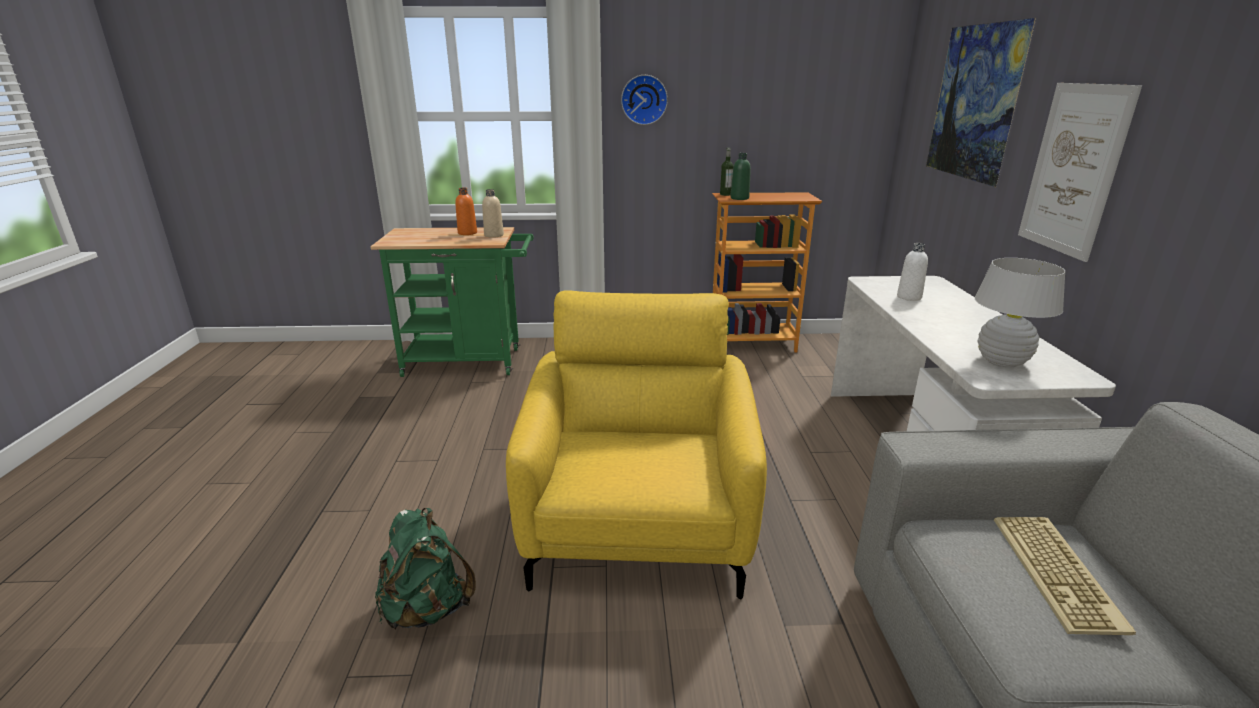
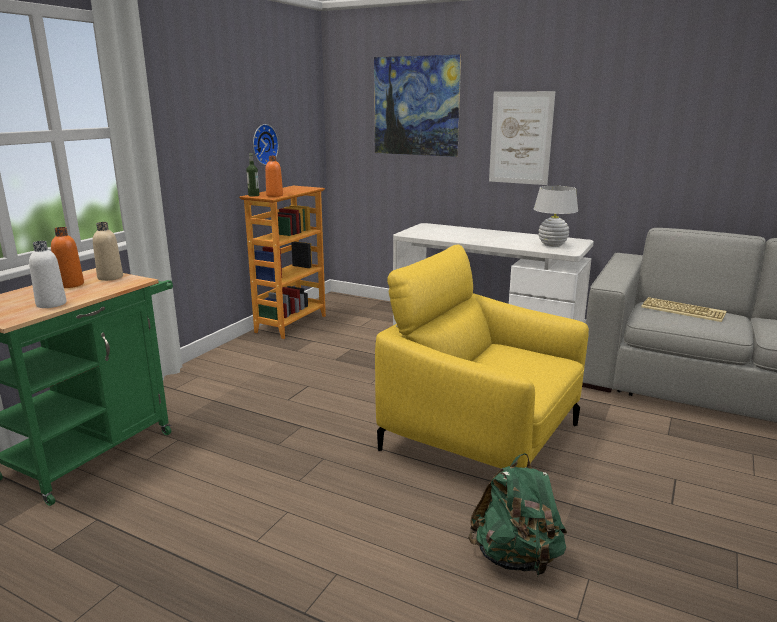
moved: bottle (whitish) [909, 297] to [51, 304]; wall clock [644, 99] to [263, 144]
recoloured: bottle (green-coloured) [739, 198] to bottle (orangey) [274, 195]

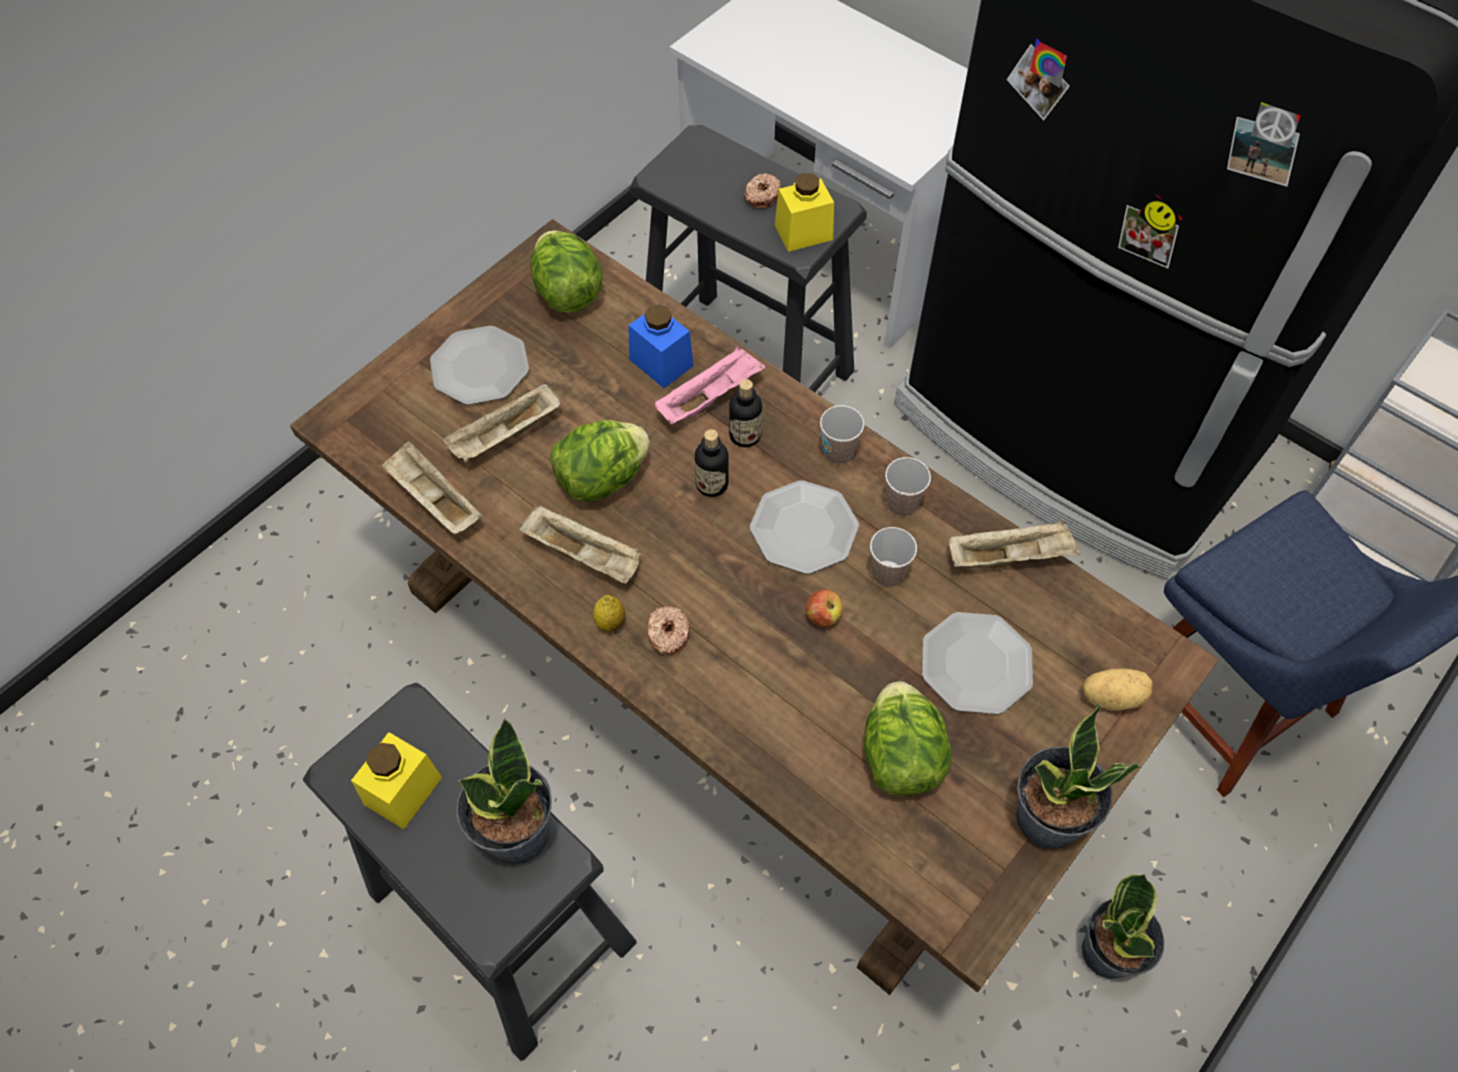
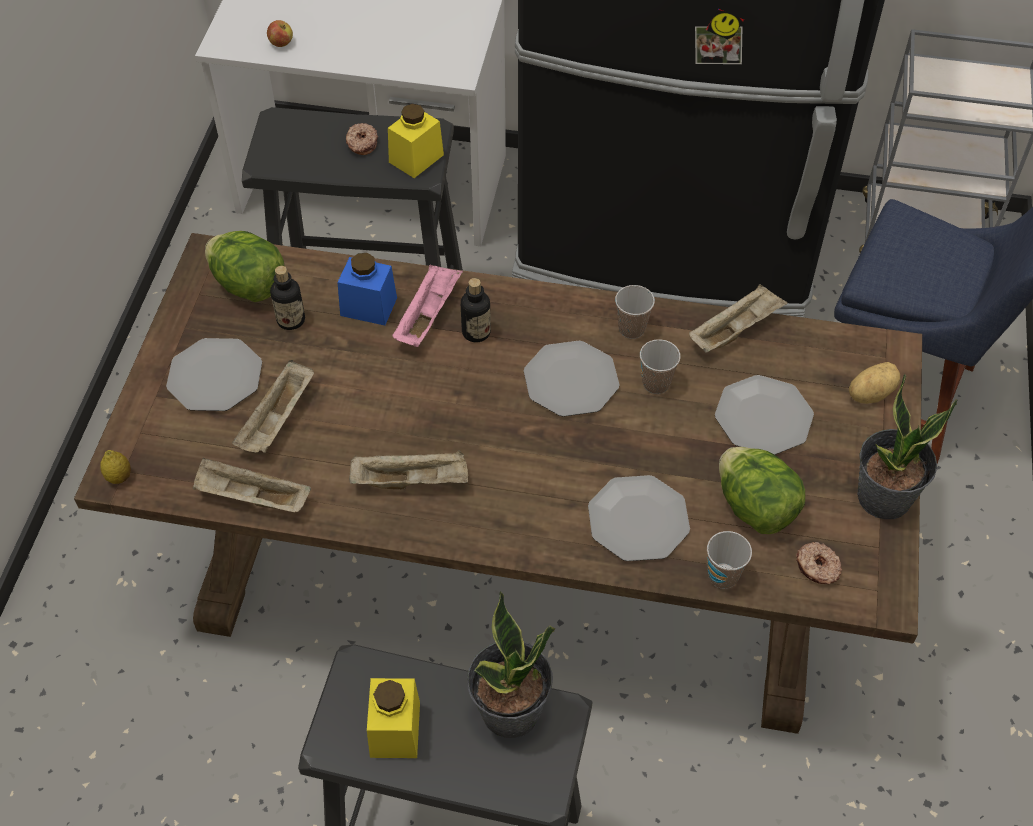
removed: lettuce head [601, 478]; houseplant [1109, 952]
added: flat dish [638, 520]
moved: citrus fruit [610, 622] to [119, 477]; apple fruit [823, 616] to [281, 43]; bottle [712, 484] to [291, 320]; cup [838, 452] to [723, 576]; donut [668, 634] to [817, 568]

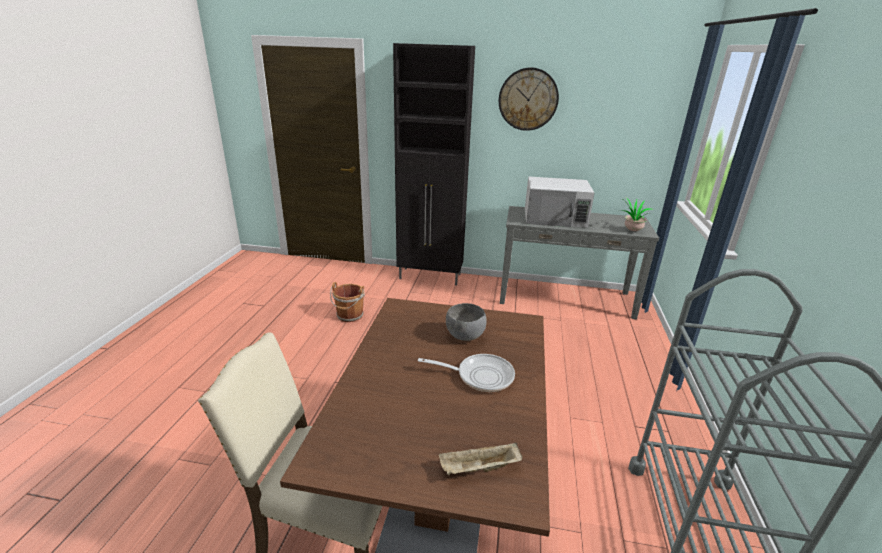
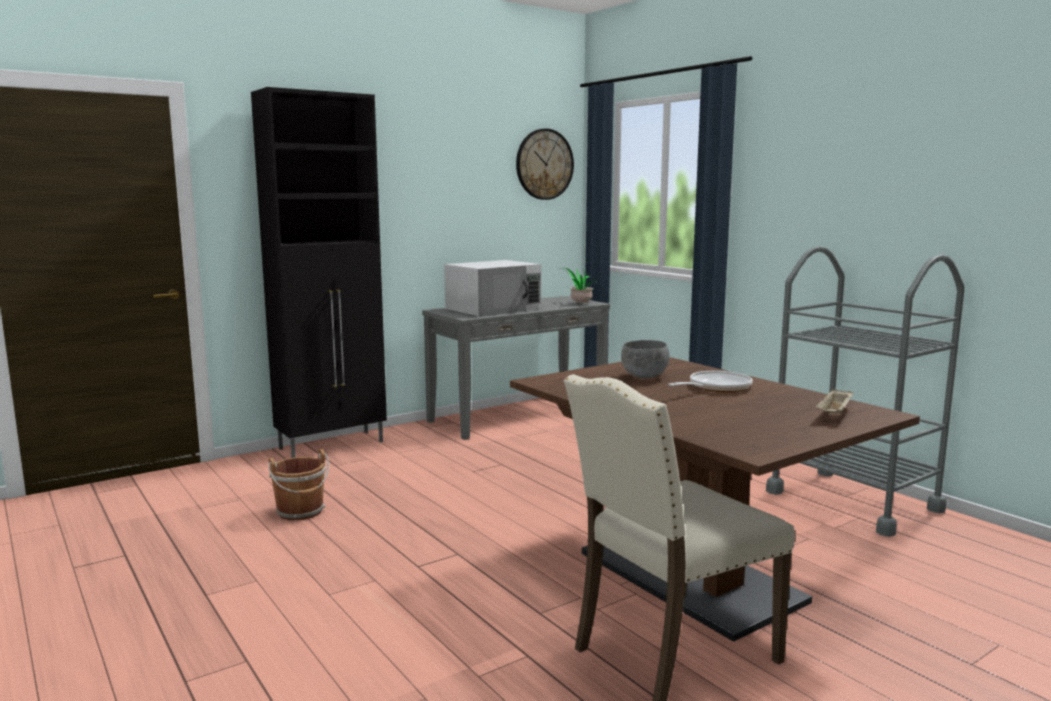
moved: wall clock [528, 99] to [544, 164]

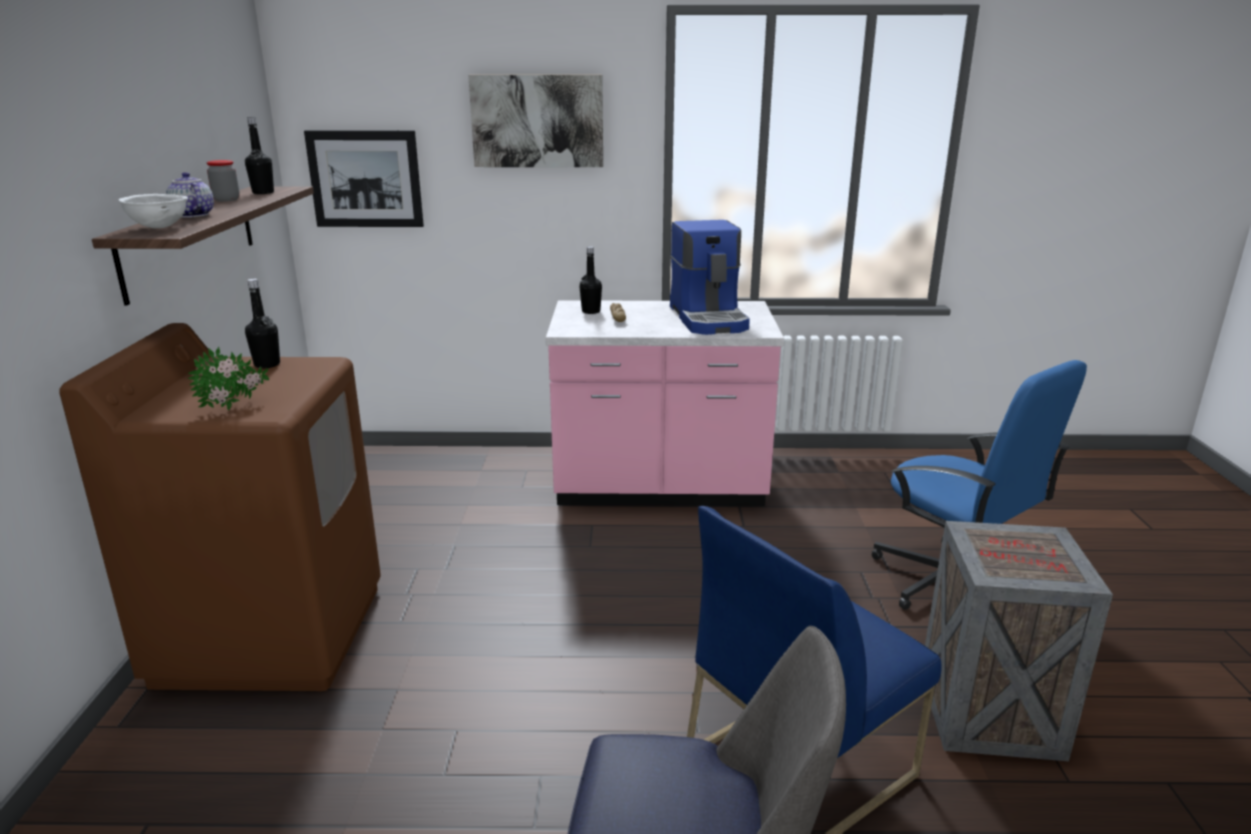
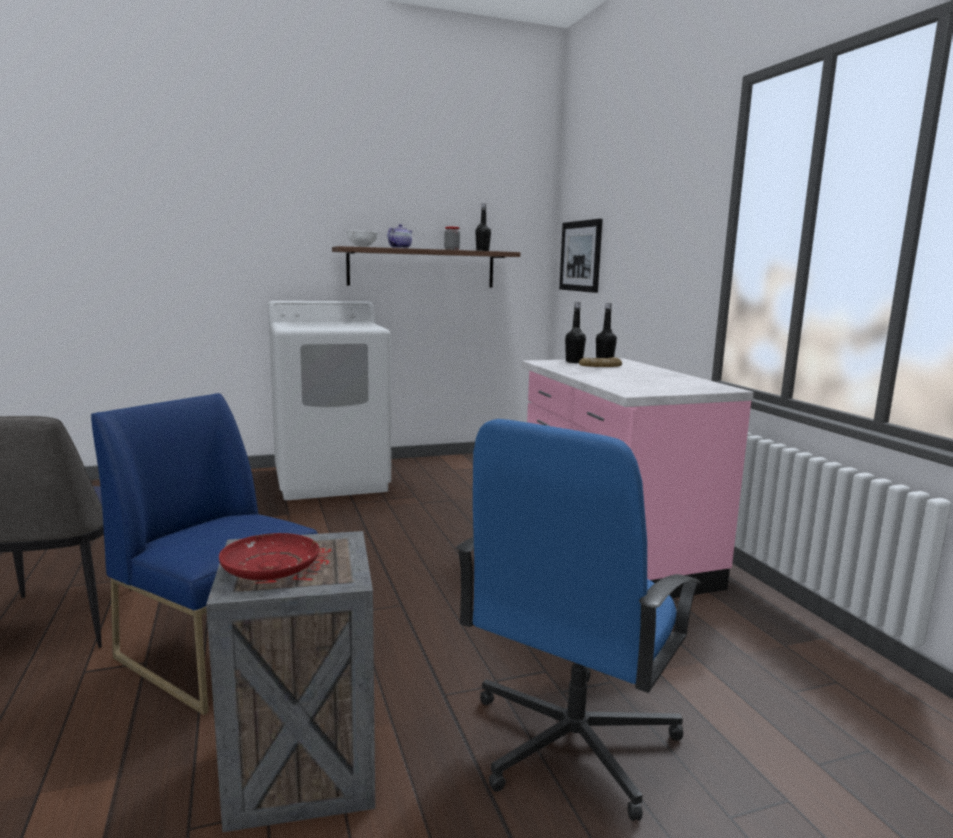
removed: houseplant [235, 407]; picture [537, 121]; coffee maker [709, 318]
added: flat dish (red) [270, 568]
moved: bottle (blackish) [267, 364] to [574, 362]
recoloured: laundry machine (brown-coloured) [272, 632] to laundry machine (whitish) [332, 480]

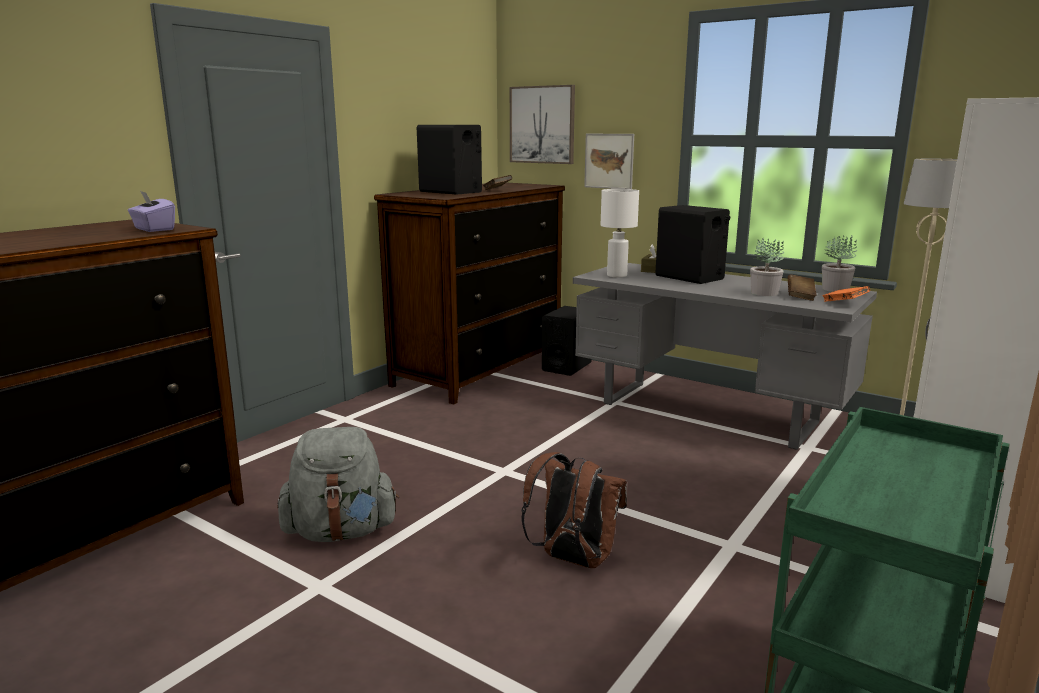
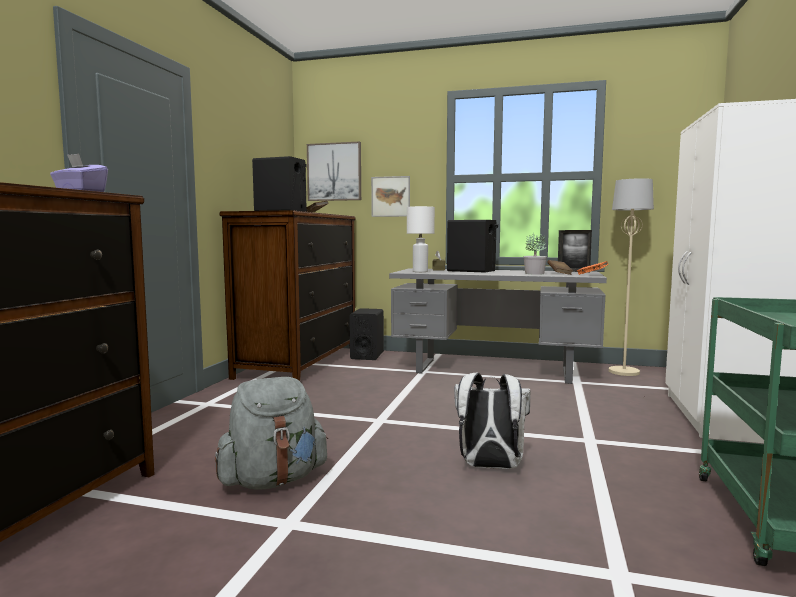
replaced: houseplant [836, 289] to picture frame [573, 271]
recoloured: knapsack (brown-coloured) [572, 559] to knapsack (whitish) [489, 467]

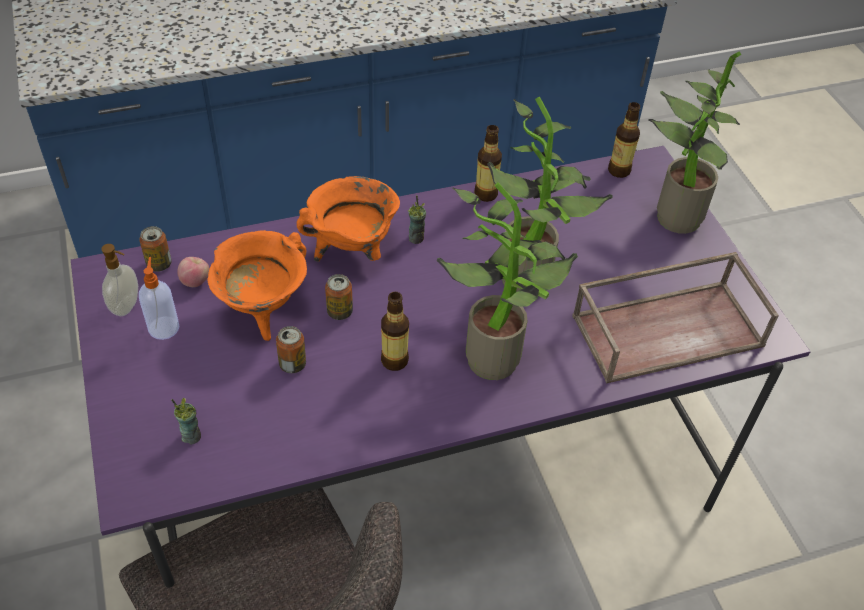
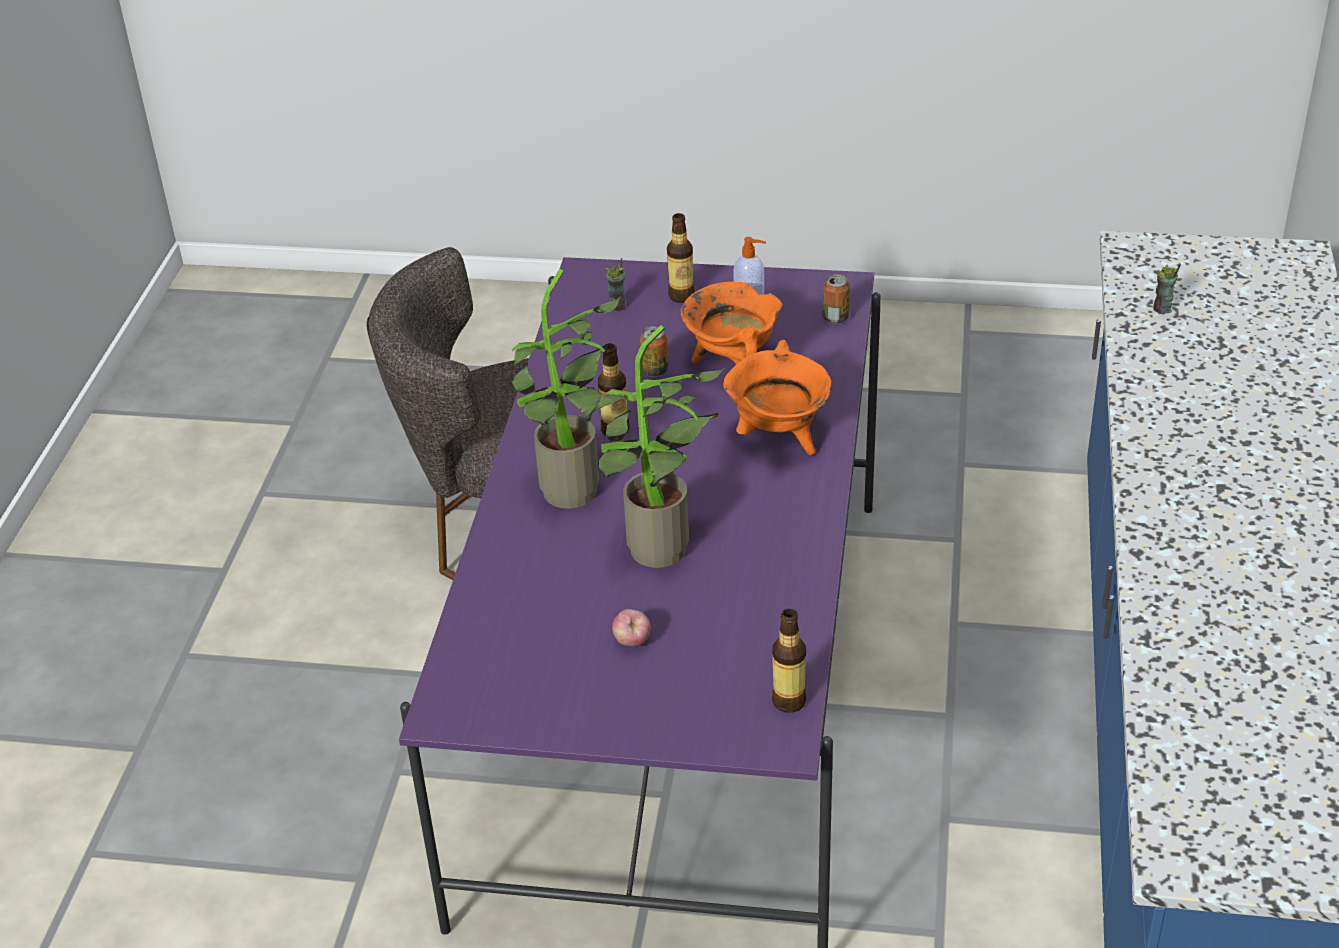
removed: liquid soap bottle [127, 306]; sealed can [339, 312]; carrying tray (brown-coloured) [668, 329]; houseplant [671, 215]
moved: apple fruit [195, 281] to [632, 642]; bottle [485, 194] to [681, 296]; cup [416, 238] to [1162, 309]

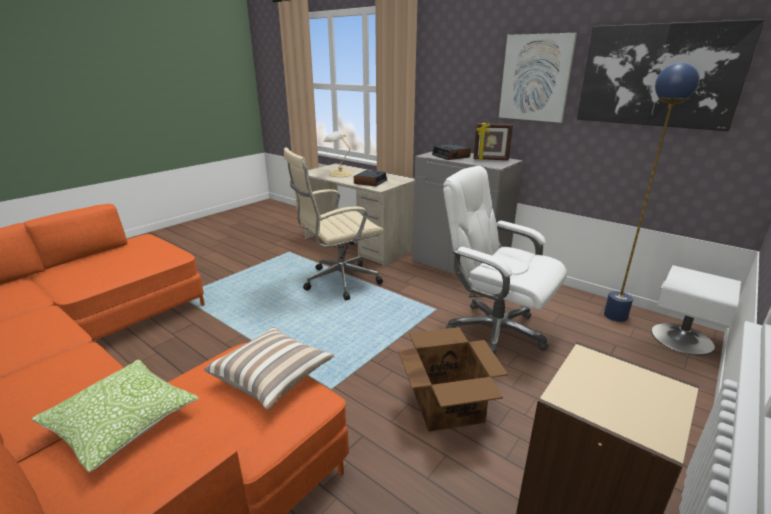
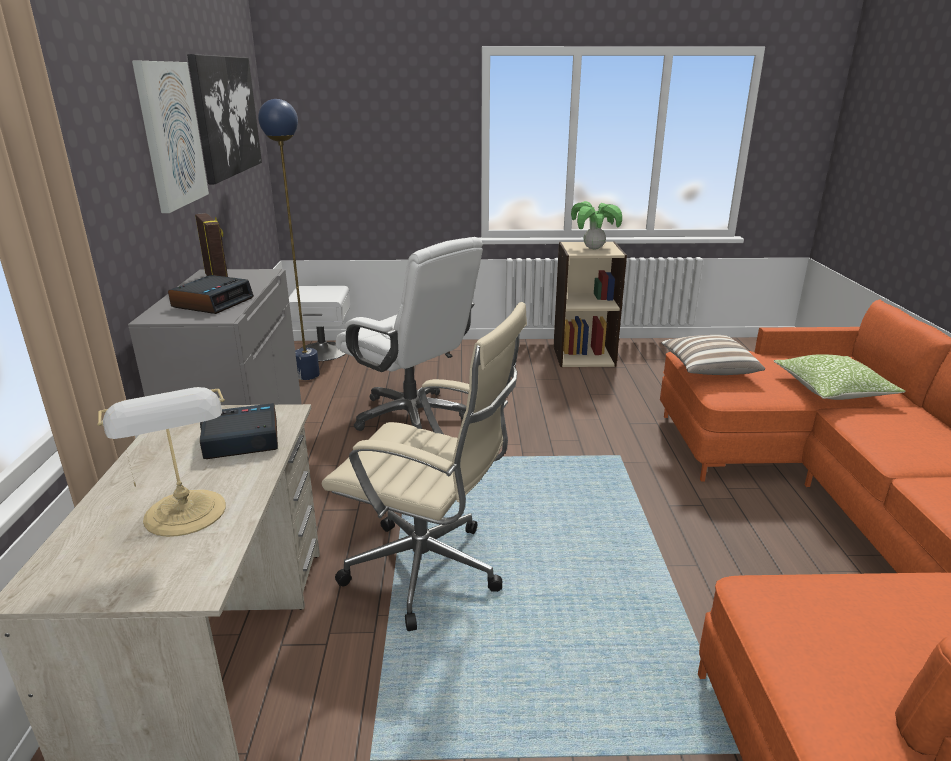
removed: packing box [447, 405]
added: houseplant [594, 248]
turned: desk chair (whitish) [494, 331] = [412, 416] 45 degrees counterclockwise

